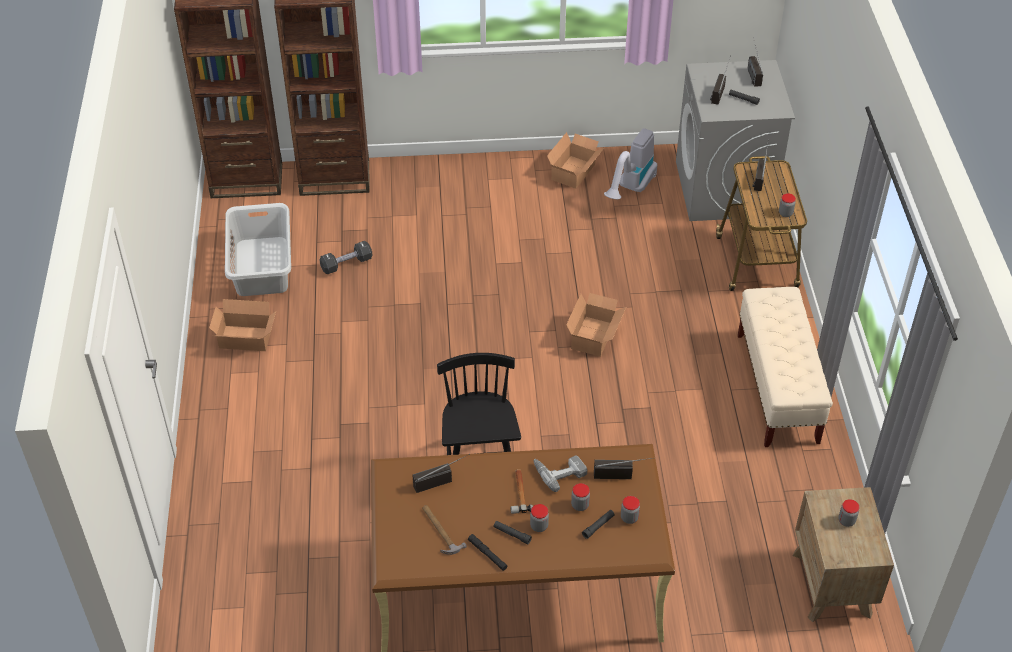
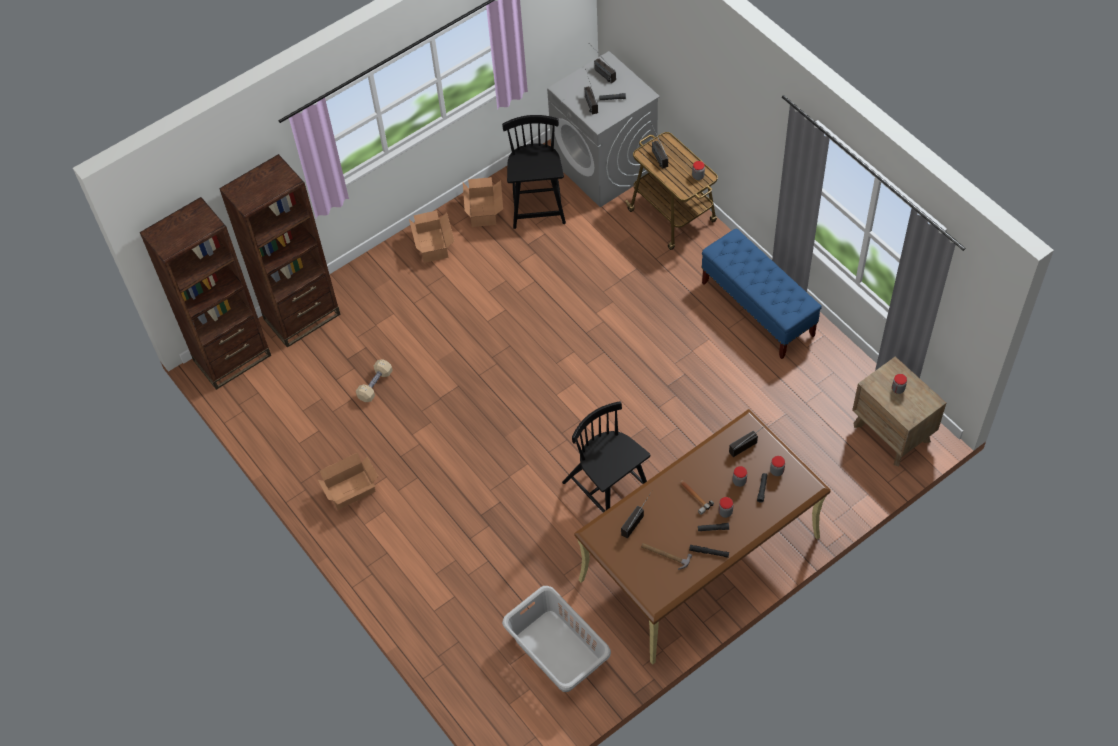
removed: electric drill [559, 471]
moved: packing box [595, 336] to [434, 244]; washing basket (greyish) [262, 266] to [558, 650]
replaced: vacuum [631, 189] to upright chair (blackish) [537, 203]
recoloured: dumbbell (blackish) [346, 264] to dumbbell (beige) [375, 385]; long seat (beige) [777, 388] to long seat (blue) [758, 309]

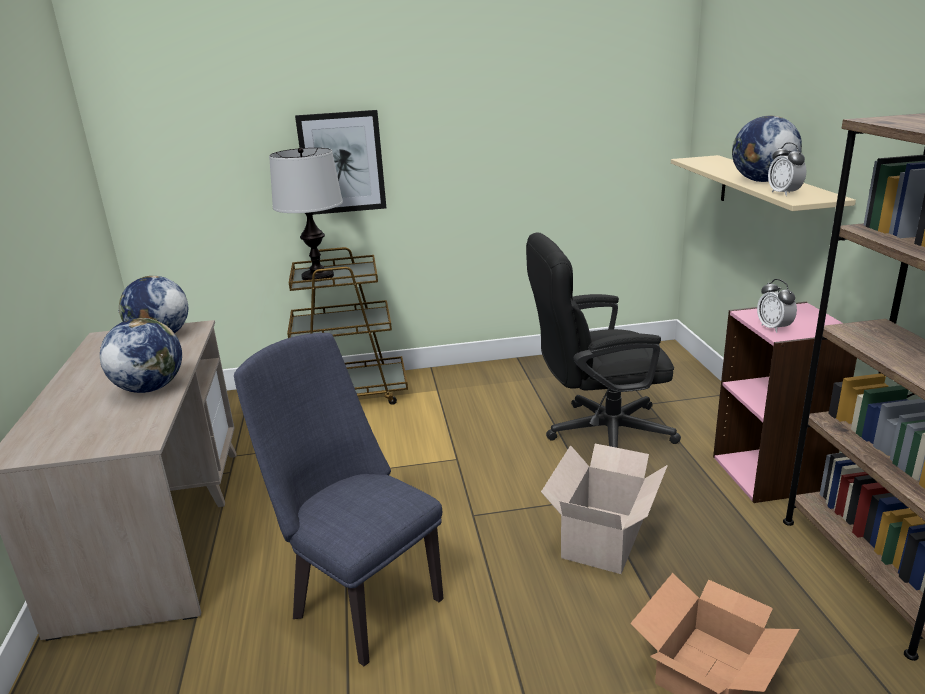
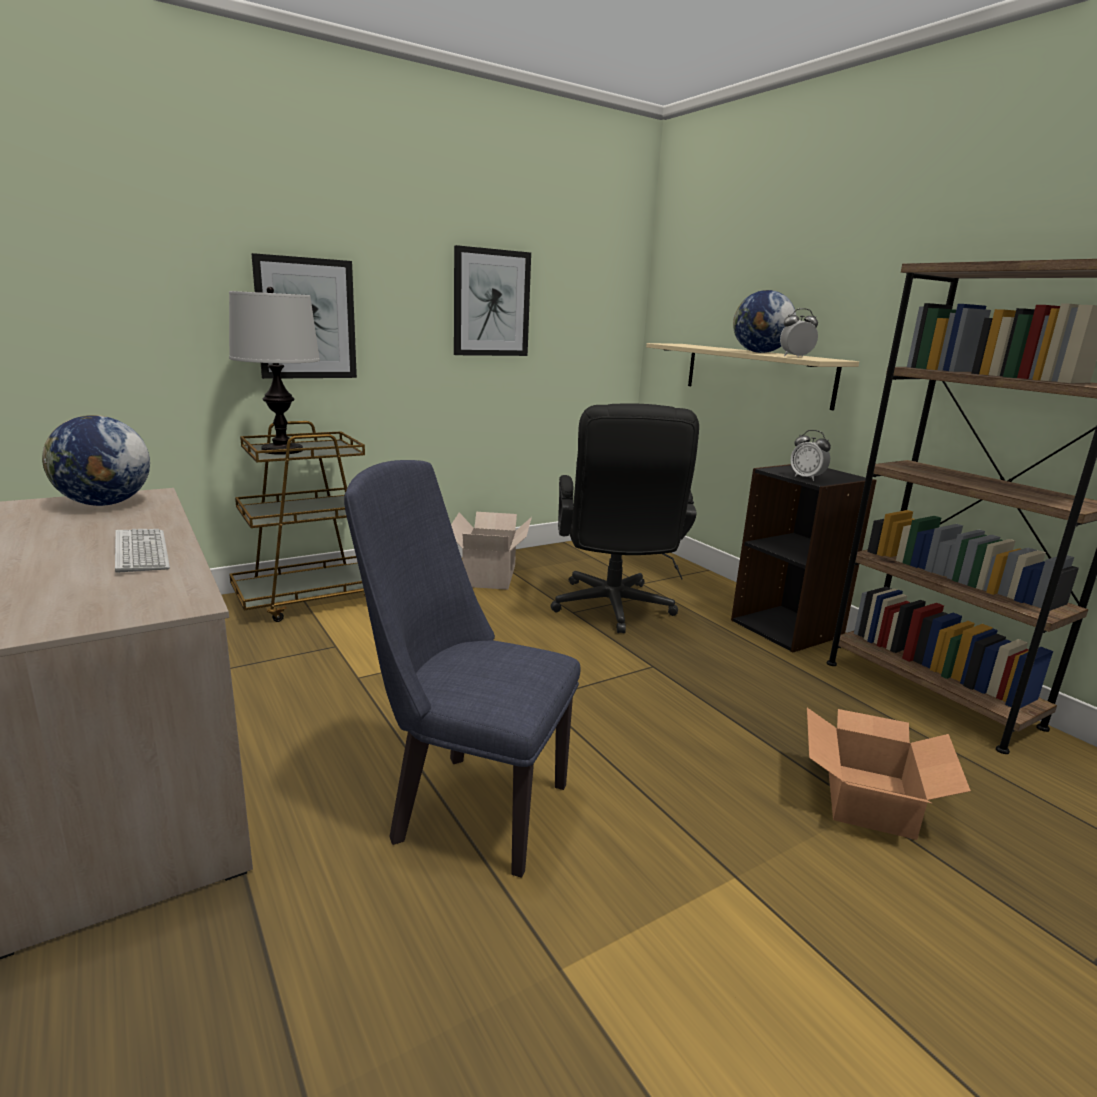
added: picture [491, 303]
moved: packing box [605, 537] to [490, 575]
replaced: desk globe [149, 388] to computer keyboard [141, 552]
recoloured: bookcase (pink-coloured) [771, 473] to bookcase (blackish) [787, 628]
turned: desk chair (blackish) [598, 432] = [613, 610] 60 degrees counterclockwise; table clock [784, 193] = [795, 357] 120 degrees clockwise

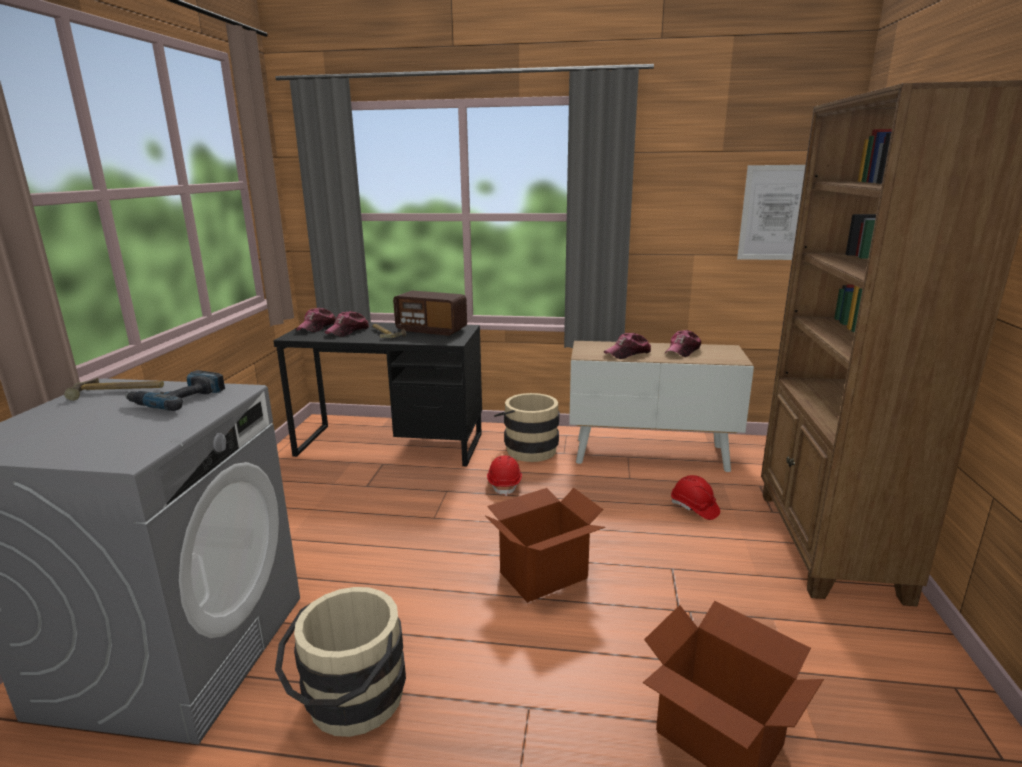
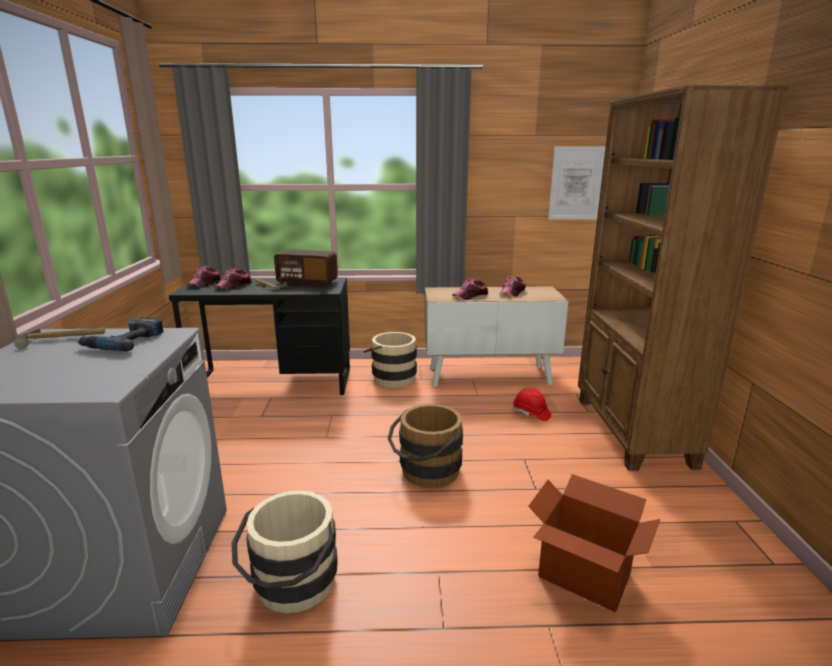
removed: work helmet (red) [505, 484]
replaced: packing box [542, 575] to bucket (brown-coloured) [426, 473]

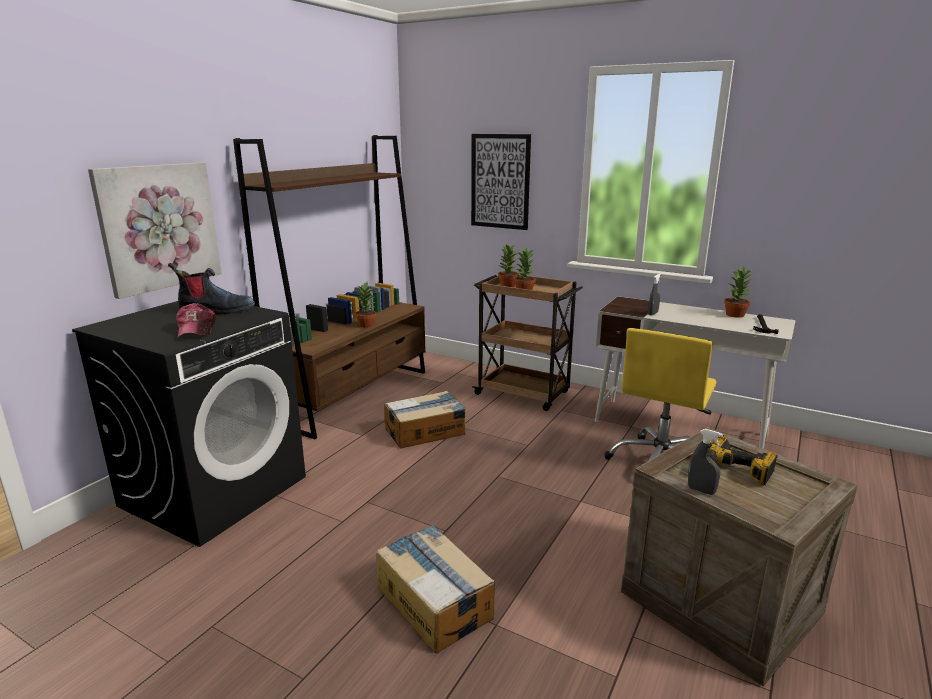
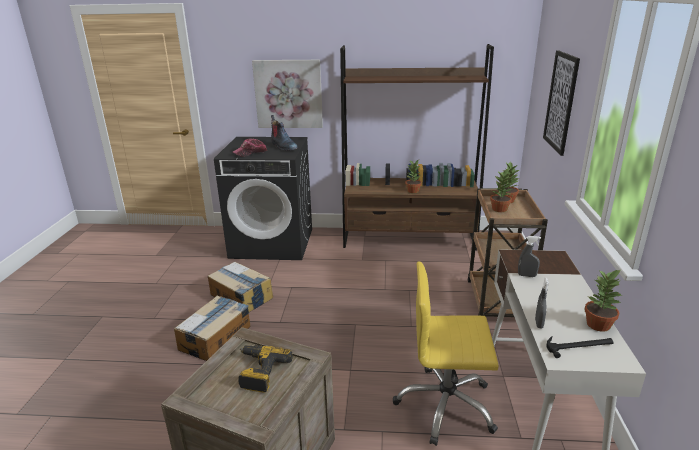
moved: packing box [425, 431] to [241, 296]; sprayer (greyish) [701, 490] to [539, 323]

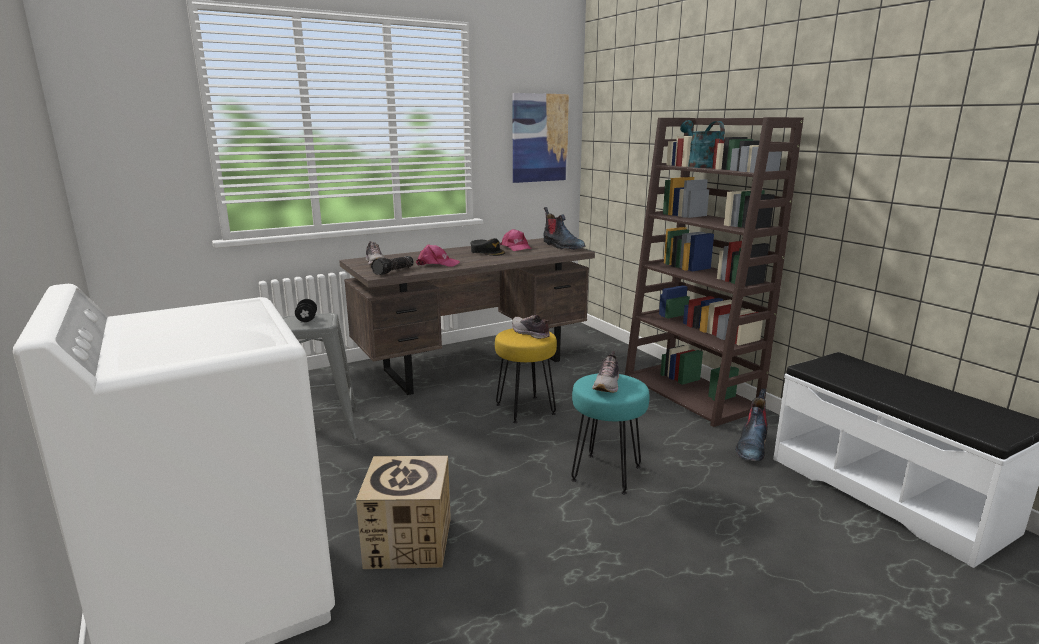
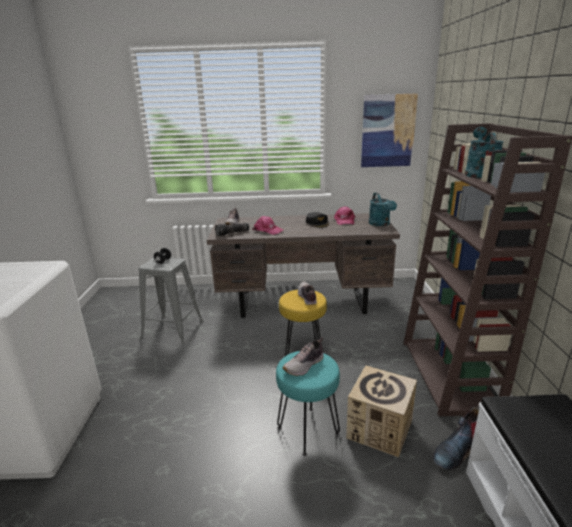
moved: packing box [409, 542] to [379, 429]
replaced: tall boot [562, 246] to watering can (blue-green) [381, 224]

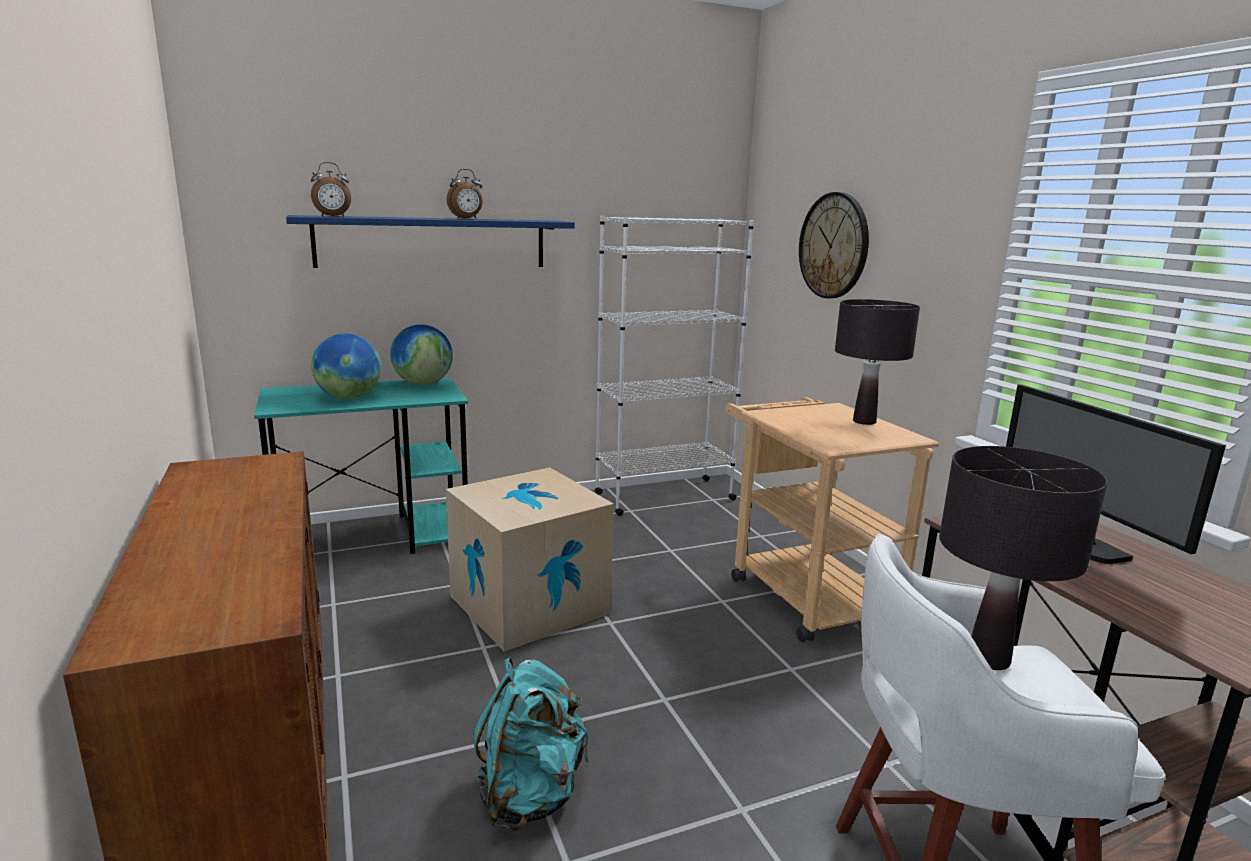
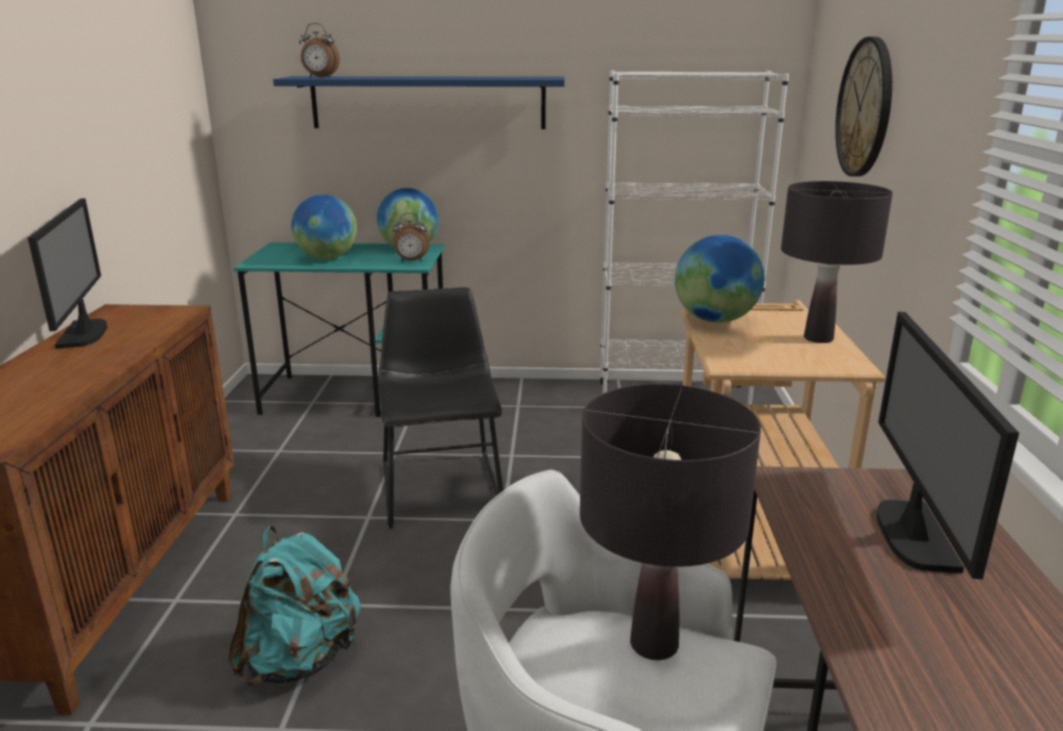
added: computer screen [84, 334]; desk globe [714, 320]
moved: table clock [466, 218] to [411, 261]
replaced: packing box [529, 604] to upright chair (blackish) [441, 485]

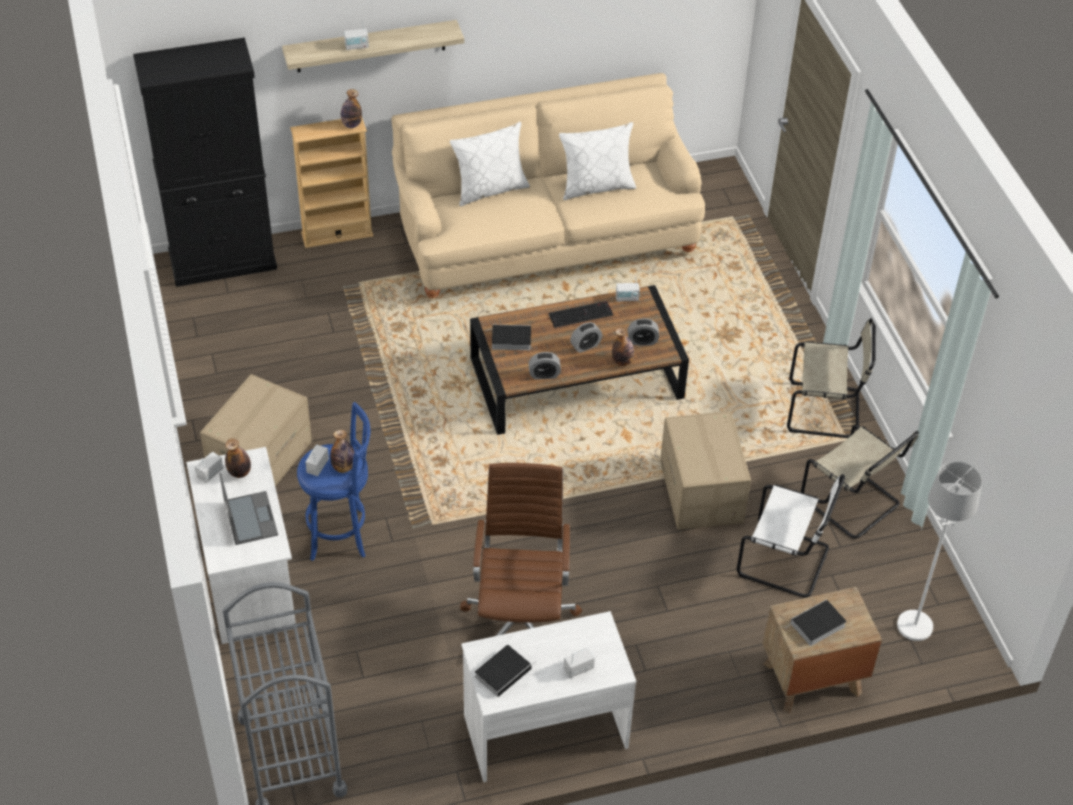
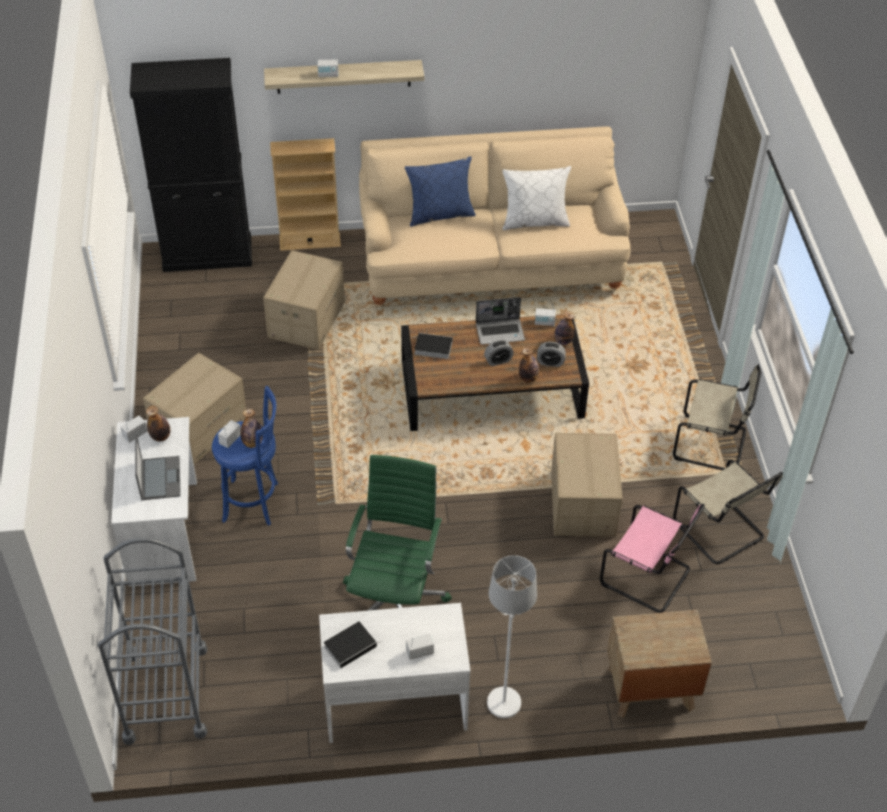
removed: table clock [544, 375]; book [816, 626]
added: packing box [306, 319]
moved: floor lamp (whitish) [915, 626] to [504, 703]; bottle [351, 125] to [563, 341]
replaced: computer keyboard [581, 314] to notebook computer [500, 332]
recoloured: desk chair (brown-coloured) [520, 621] to desk chair (green-coloured) [395, 601]; cushion (whitish) [490, 189] to cushion (blue) [440, 214]; upright chair (whitish) [786, 562] to upright chair (pink-coloured) [648, 577]

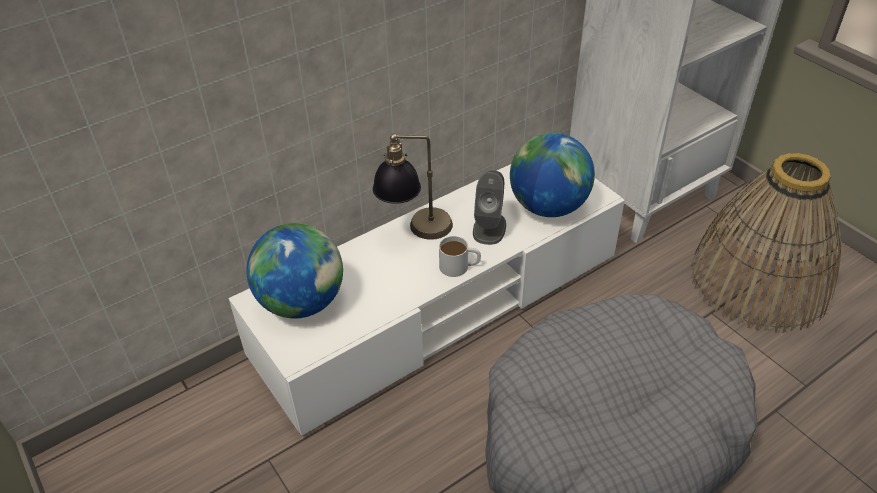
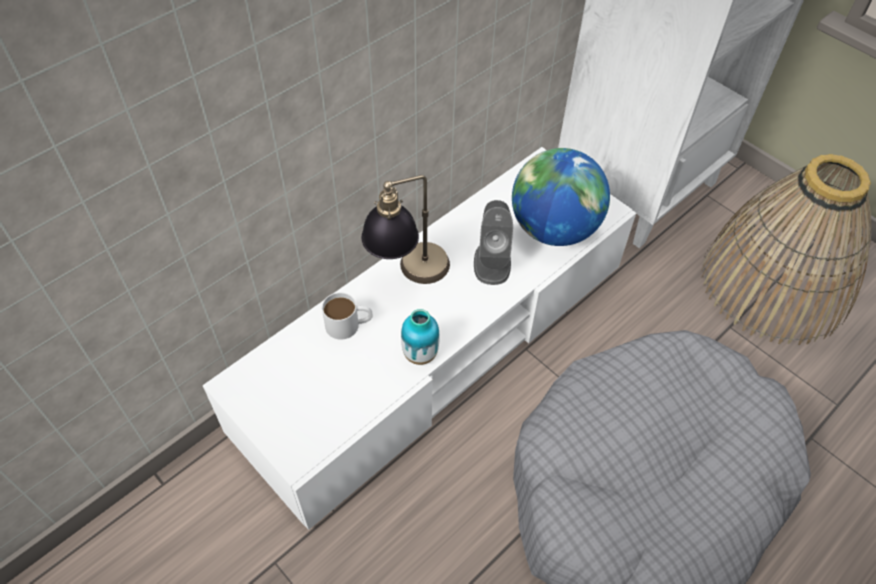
removed: desk globe [302, 302]
added: flower vase [420, 354]
moved: coffee mug (whitish) [459, 266] to [349, 325]

